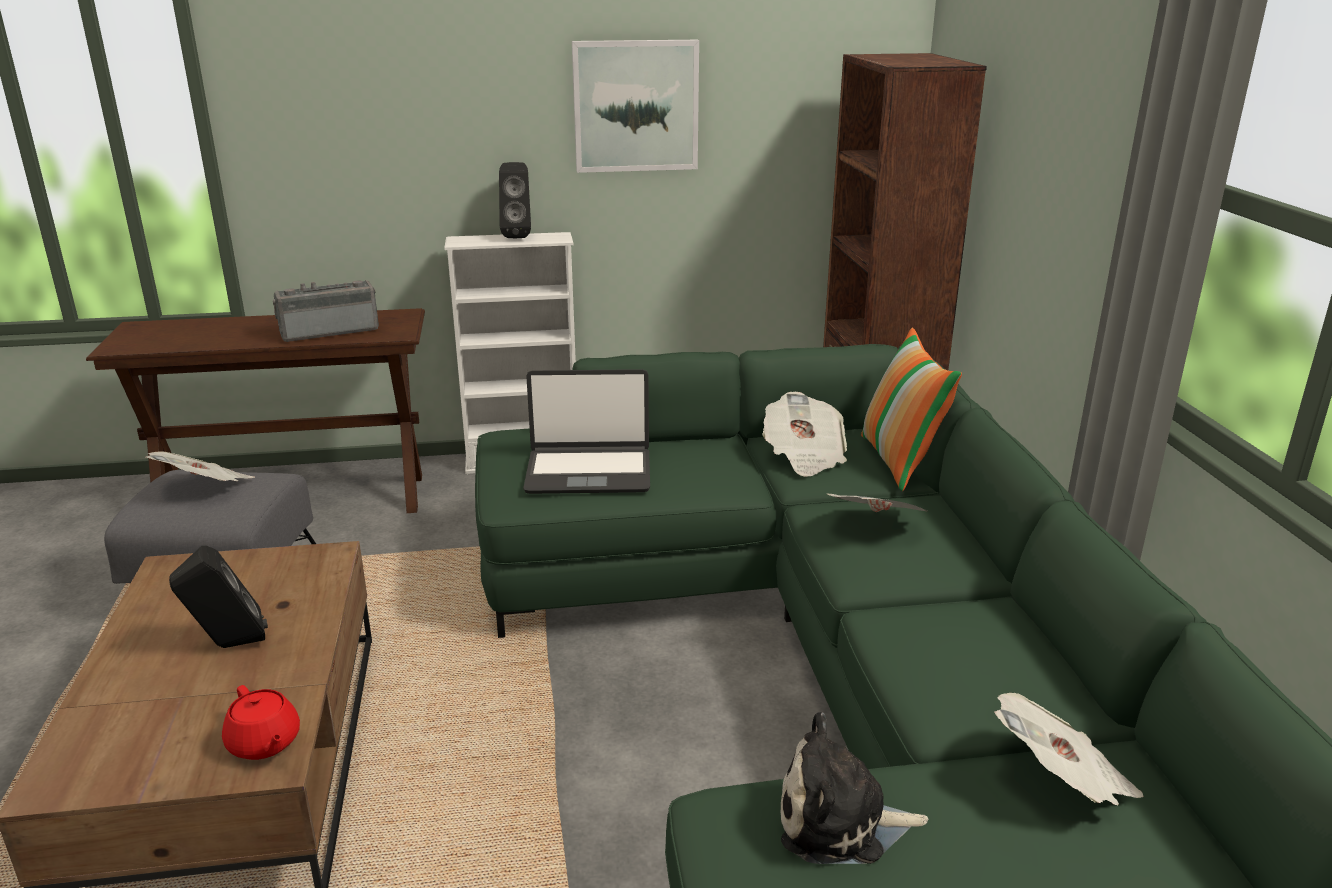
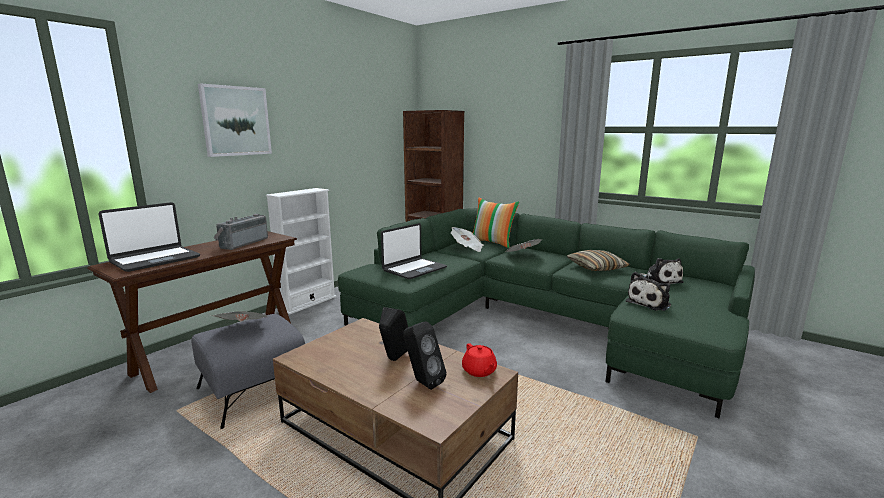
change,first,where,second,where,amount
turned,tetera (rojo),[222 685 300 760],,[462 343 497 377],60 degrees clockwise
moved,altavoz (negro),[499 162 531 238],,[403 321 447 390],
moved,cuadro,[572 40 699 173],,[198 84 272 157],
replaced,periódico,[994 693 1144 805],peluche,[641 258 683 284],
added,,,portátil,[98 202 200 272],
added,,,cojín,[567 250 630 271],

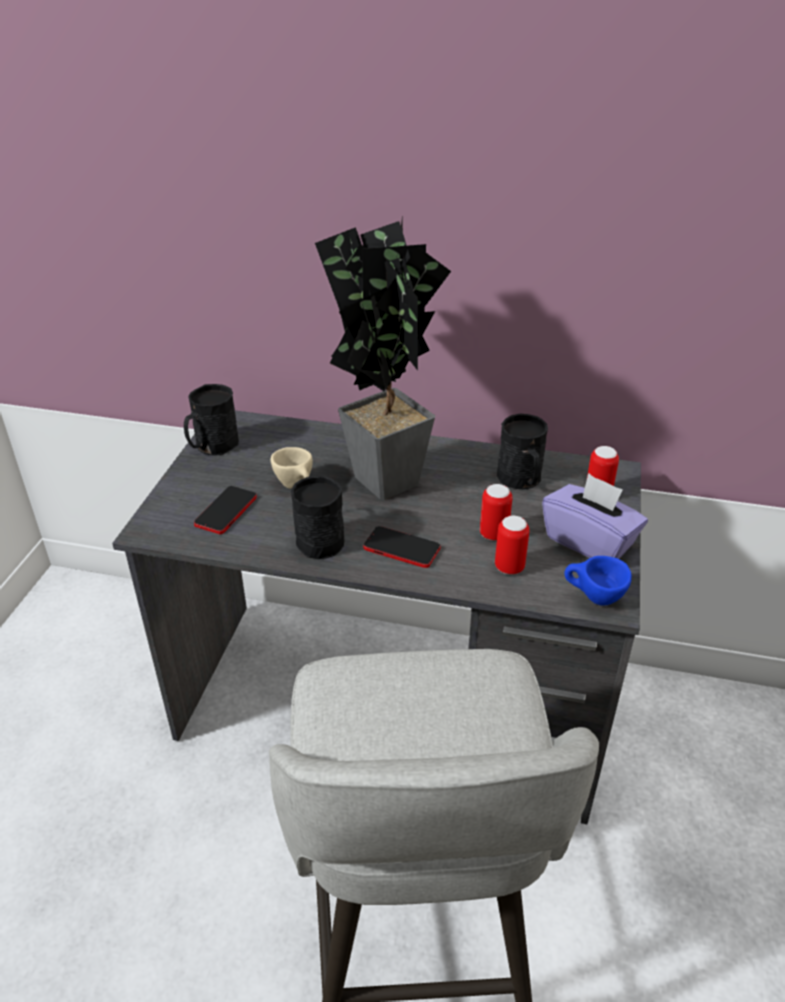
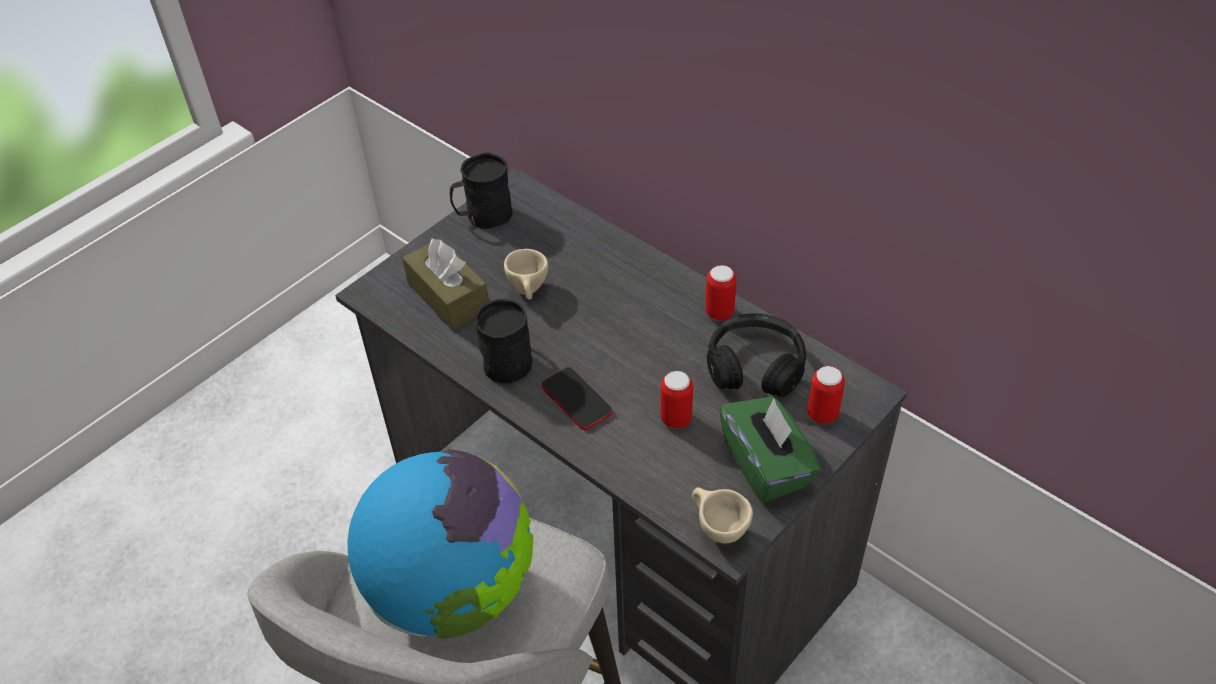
change,first,where,second,where,amount
replaced,móvil,[194 486 257 534],caja de pañuelos (marrón),[402 238 489 330],
removed,planta en maceta,[315 221 451 500],,,
moved,lata,[495 516 530 575],,[705 265 737 321],
replaced,taza grande (negro),[497 414 548 489],auriculares (negro),[707 313 806 397],
recoloured,caja de pañuelos (morado),[542 473 648 559],caja de pañuelos (verde),[719 396 821 503],
recoloured,taza (azul),[564 556 632 605],taza (beis),[692 487 753 544],
added,,,globo terráqueo,[347 449 533 639],

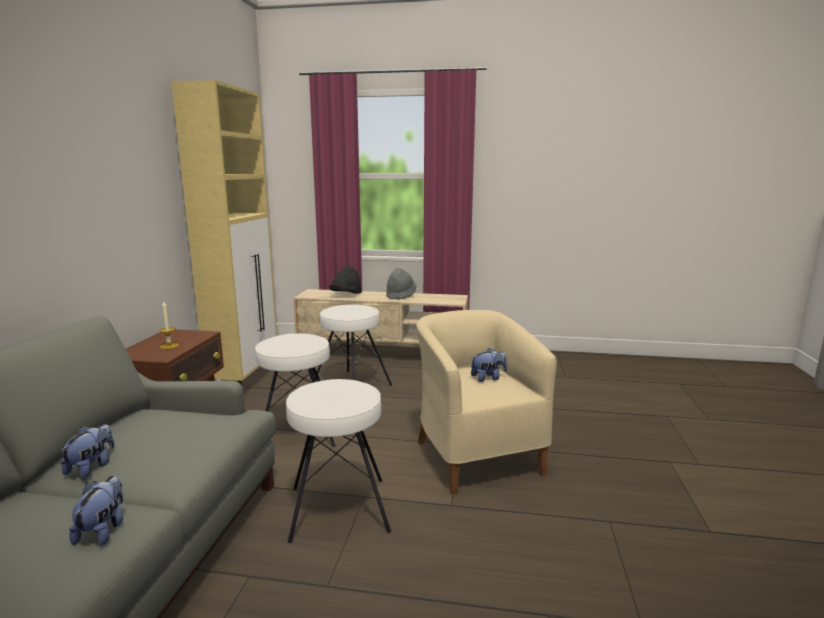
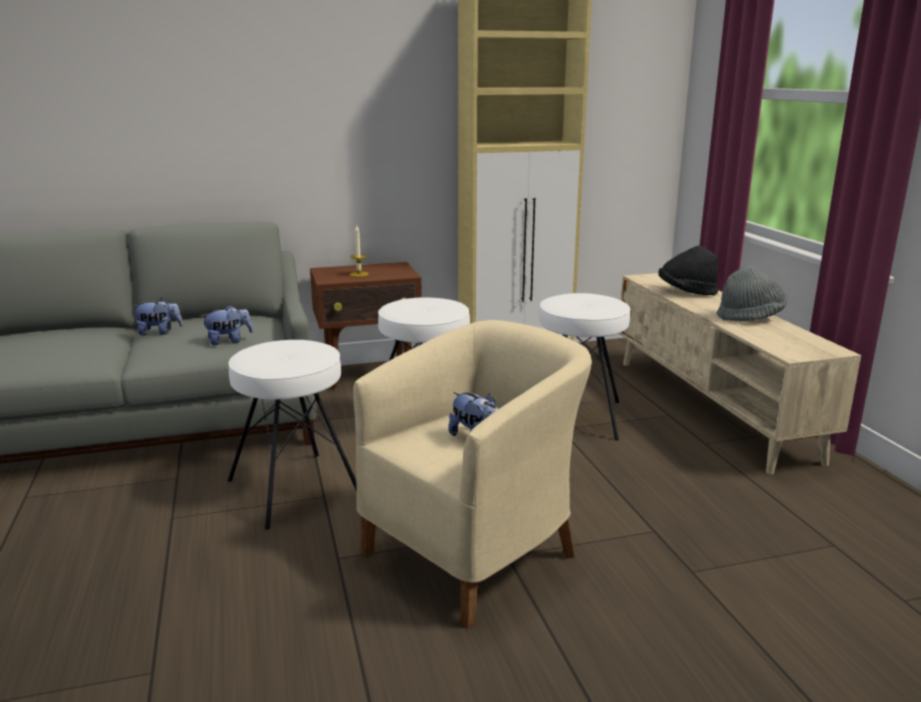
change,first,where,second,where,amount
moved,peluche,[69 476 123 545],,[201 305 253 345],

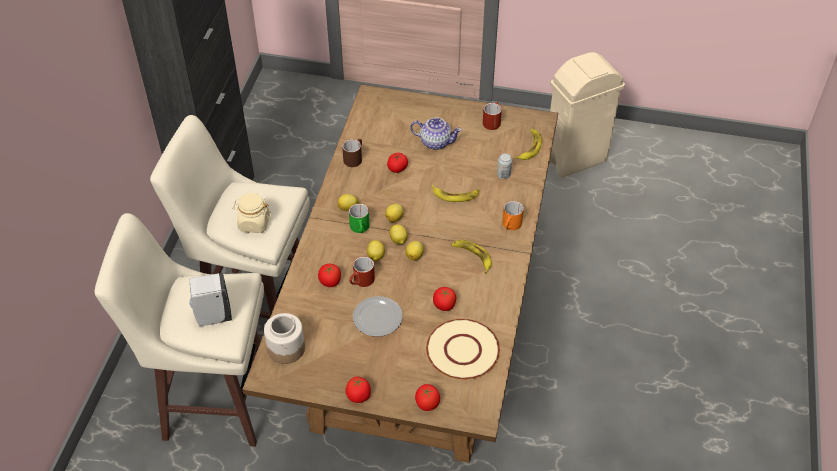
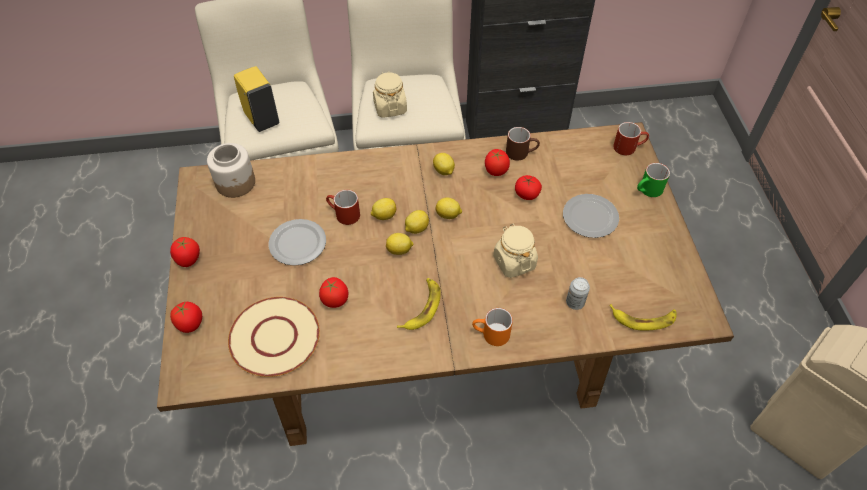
change,first,where,second,where,amount
recoloured,dispensador de jabón (blanco),[189 273 232 326],dispensador de jabón (amarillo),[234 66 279 132],
moved,tomate,[318 264 341 287],,[485 149 510 176],
moved,taza grande (verde),[349 204 369 233],,[637 163 670 197],
replaced,tetera,[410 118 462 150],plato,[563 194 619 238],
replaced,plátano,[432 185 480 202],tarro (beis),[493 224 538 278],
moved,taza grande (rojo),[483 102 502 130],,[613 122 649 155],

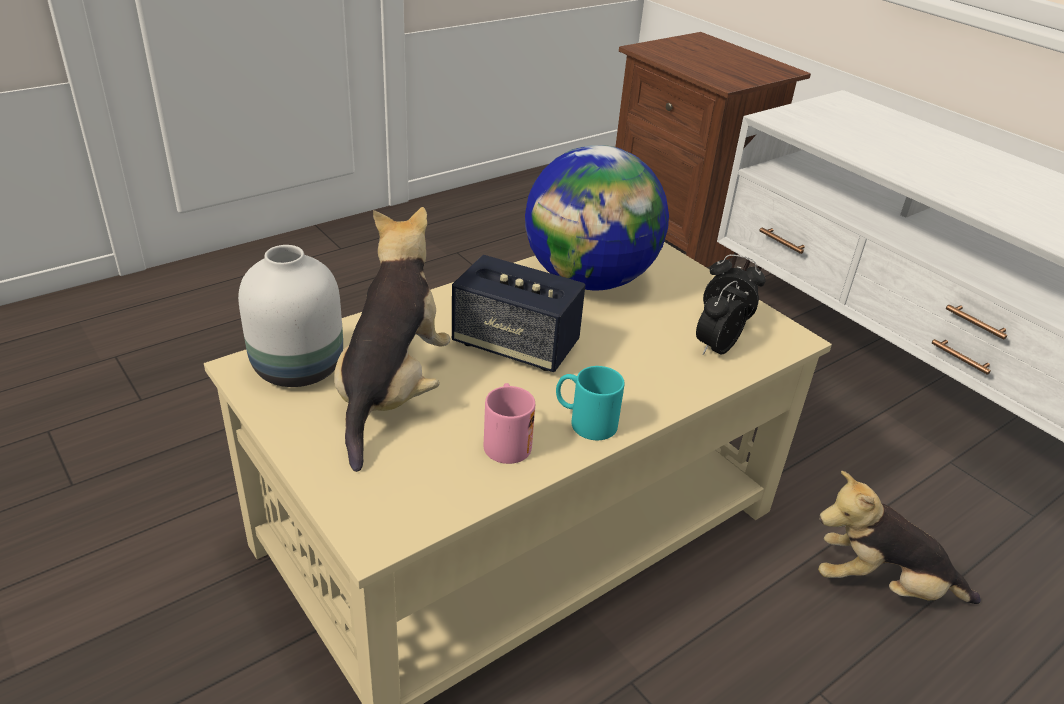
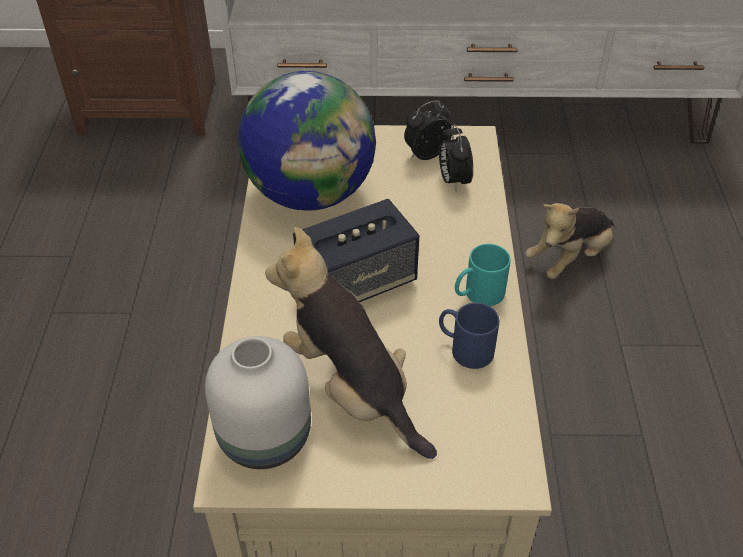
change,first,where,second,where,amount
recoloured,taza grande (rosa),[484 383 535 464],taza grande (azul),[439 303 499 369],

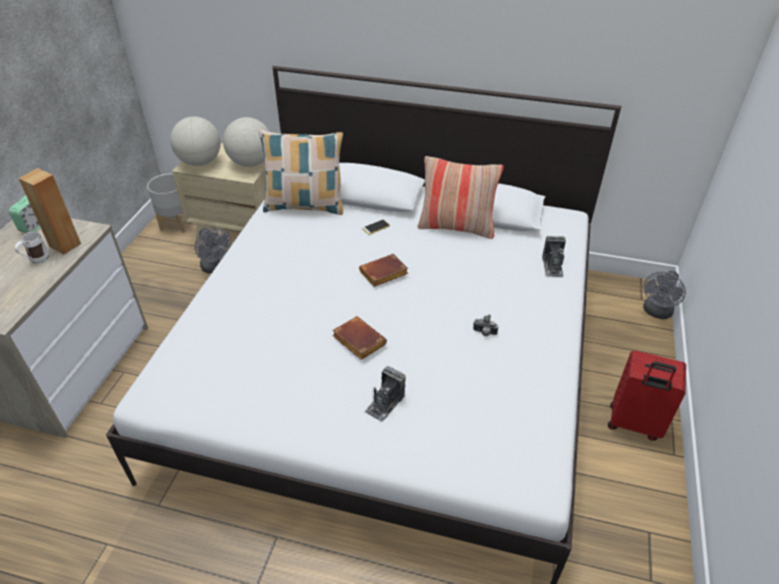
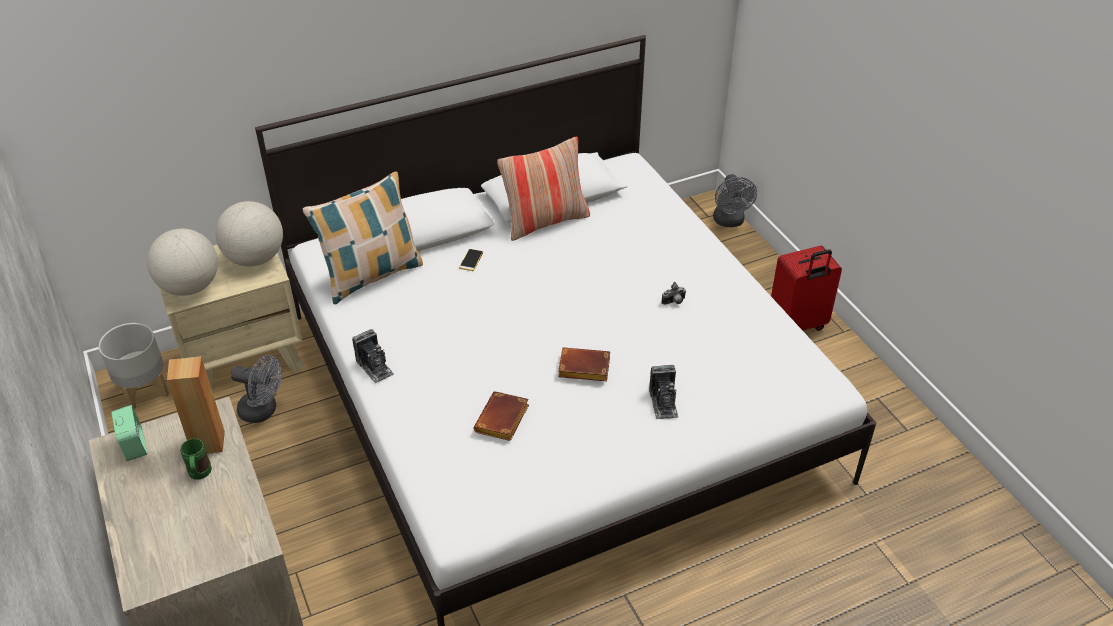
change,first,where,second,where,amount
recoloured,taza grande (blanco),[15 231 50 264],taza grande (verde),[180 438 212 480],
moved,libro (marrón),[359 254 408 287],,[473 391 529 441],
moved,cámara,[542 236 566 277],,[352 329 394 384],

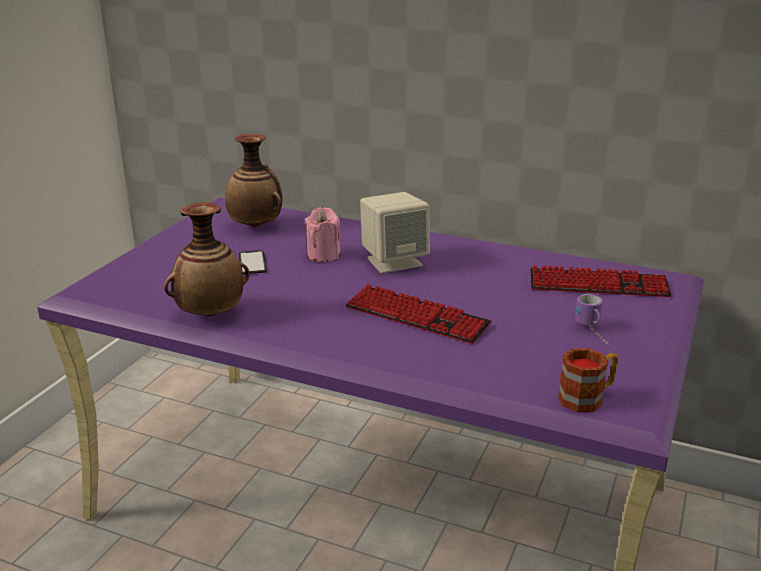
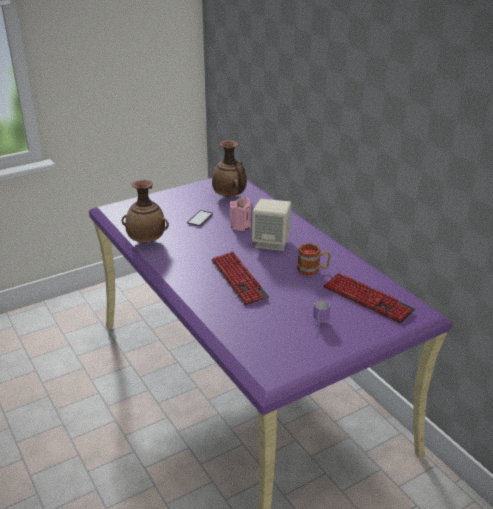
change,first,where,second,where,amount
moved,taza grande,[558 348 618 413],,[297 243 330 276],

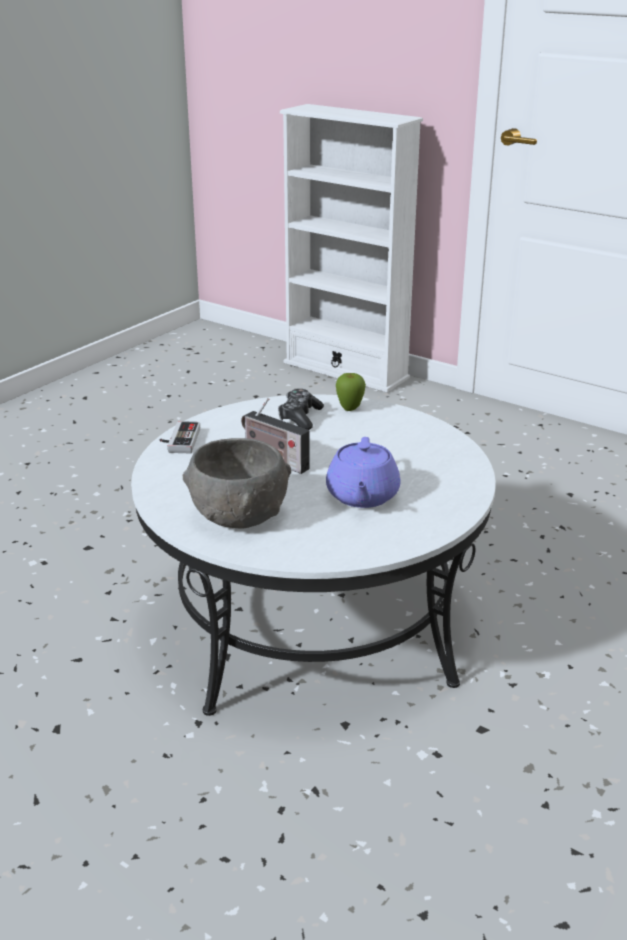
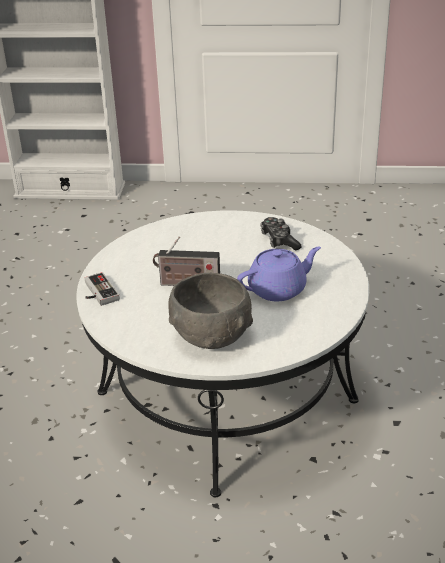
change,first,where,second,where,amount
moved,mando de consola,[278 389 324 430],,[260 217 302 250],
turned,tetera (morado),[326 437 401 508],,[237 247 321 302],90 degrees counterclockwise
removed,manzana,[336 373 366 411],,,

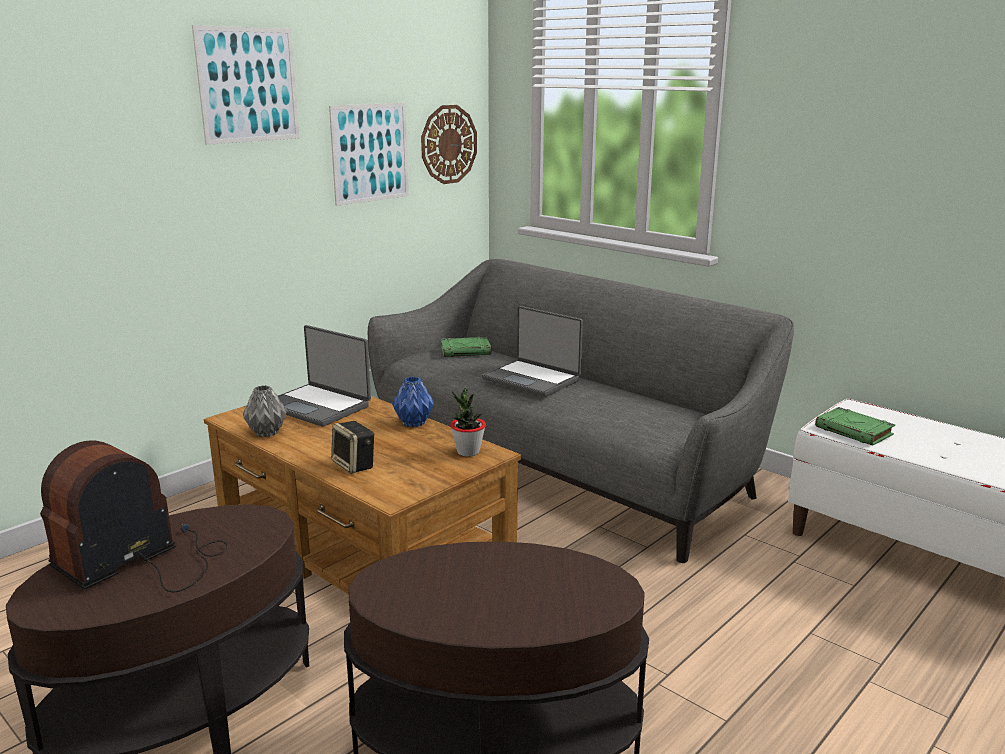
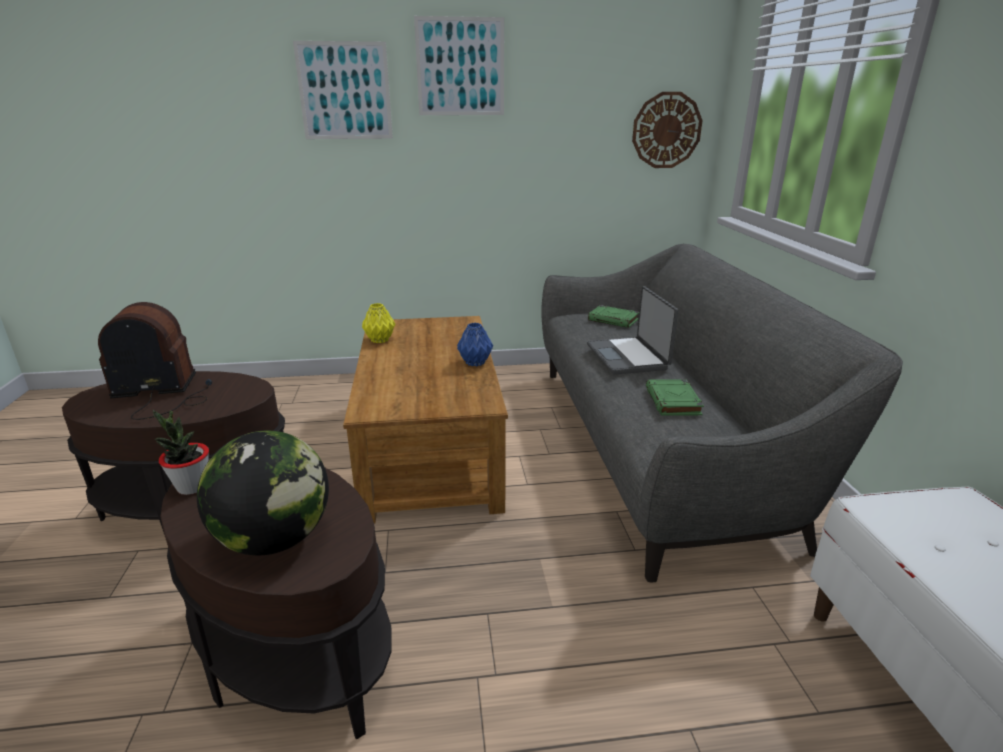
change,first,where,second,where,amount
recoloured,florero (gris),[243 385 287 437],florero (amarillo),[362 303 395 343],
removed,portátil,[278 325 371 427],,,
moved,cuadro,[329 103 409 206],,[293 41 393 139],
removed,altavoz,[331 421 375 474],,,
moved,planta en maceta,[450 388 486 457],,[153 410 209 495],
moved,libro (verde),[815 407 895 446],,[646 380 704 415],
added,,,globo terráqueo,[197 431 329 555],

